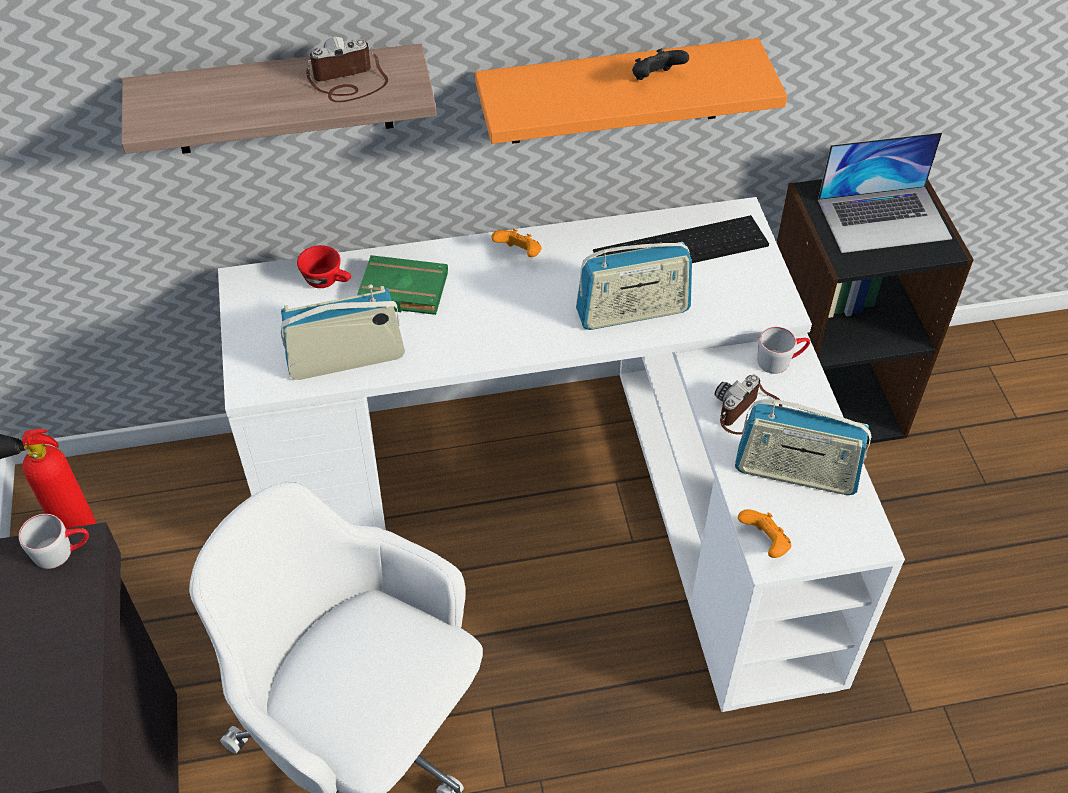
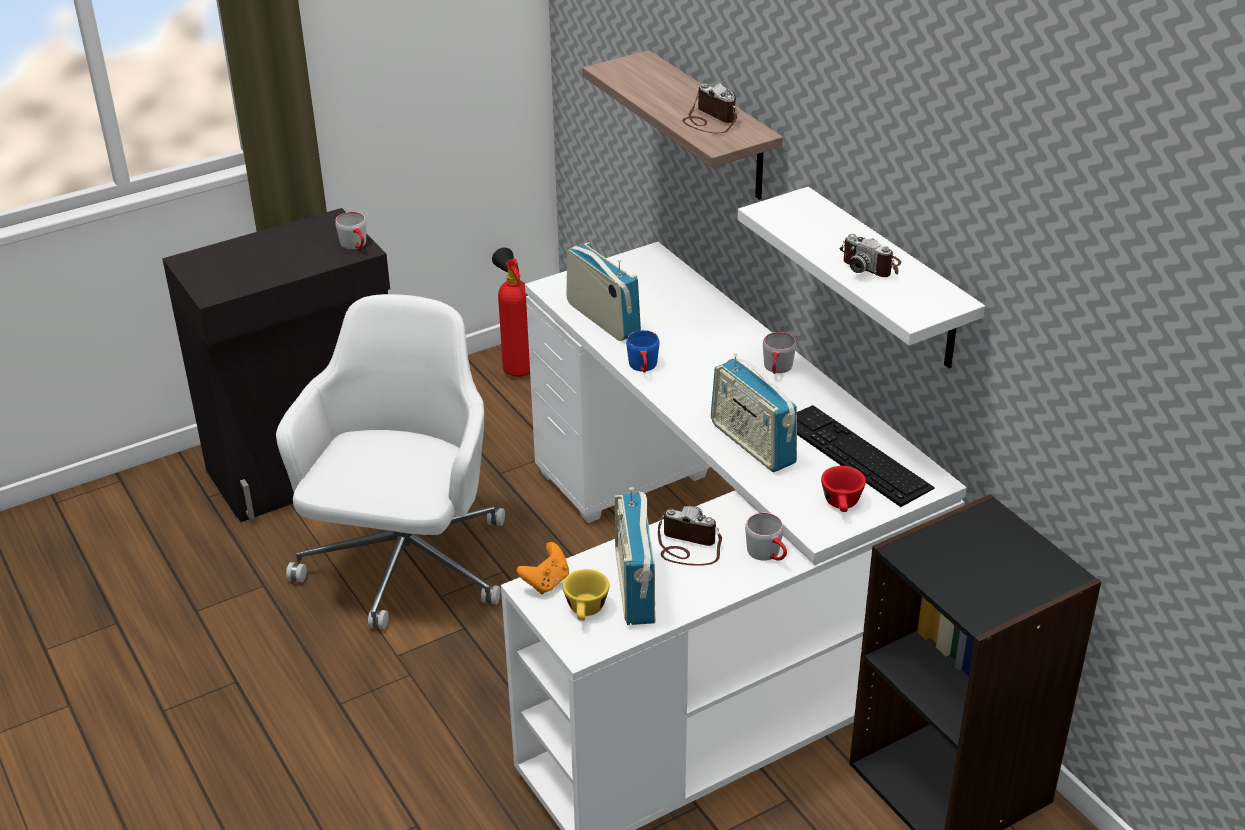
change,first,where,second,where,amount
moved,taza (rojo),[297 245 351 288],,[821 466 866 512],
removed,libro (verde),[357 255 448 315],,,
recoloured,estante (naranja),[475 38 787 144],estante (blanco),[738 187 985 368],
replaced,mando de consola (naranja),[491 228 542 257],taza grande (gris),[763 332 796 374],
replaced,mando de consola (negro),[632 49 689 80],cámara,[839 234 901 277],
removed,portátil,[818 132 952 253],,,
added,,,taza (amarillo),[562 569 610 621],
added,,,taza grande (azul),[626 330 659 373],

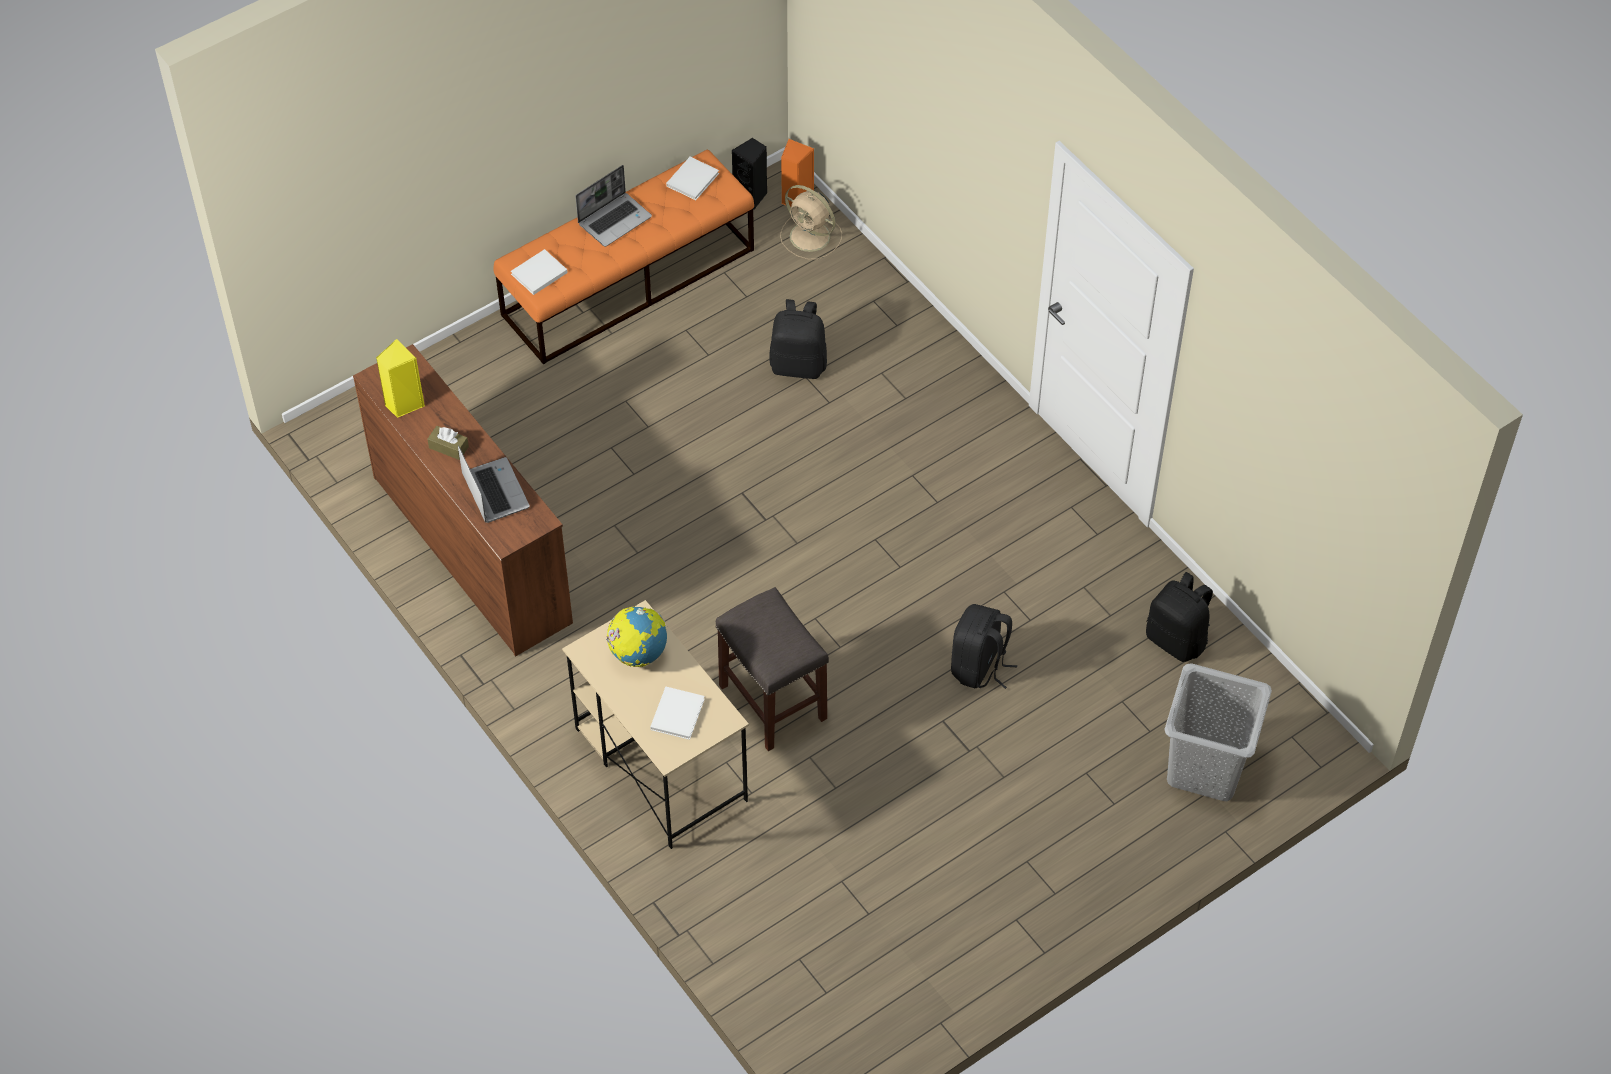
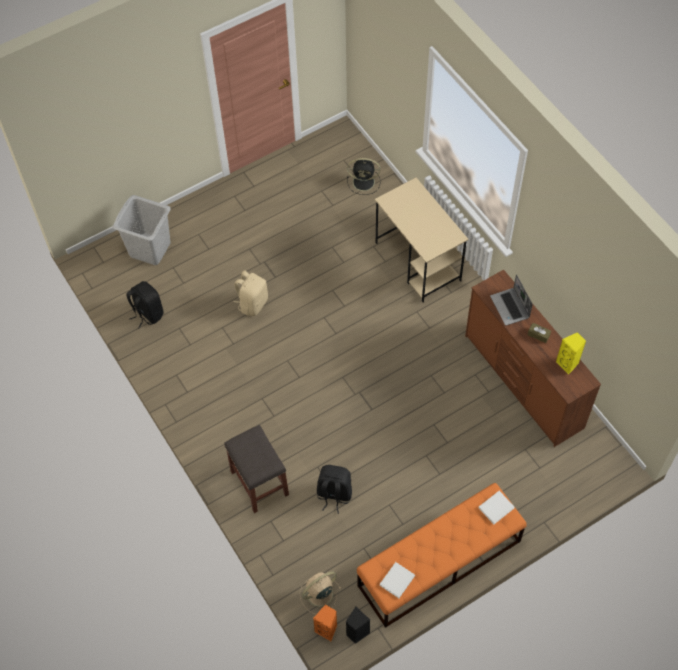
change,first,where,second,where,amount
removed,portátil,[576 165 652 247],,,
removed,globo terráqueo,[606 606 667 667],,,
removed,libro (blanco),[650 687 705 740],,,
moved,taburete (gris),[716 587 829 751],,[224 425 289 513],
turned,ventilador (beis),[780 185 842 260],,[300 572 341 614],75 degrees counterclockwise
recoloured,mochila (negro),[951 604 1017 689],mochila (beis),[234 270 268 316],
added,,,ventilador (negro),[347 158 380 195],

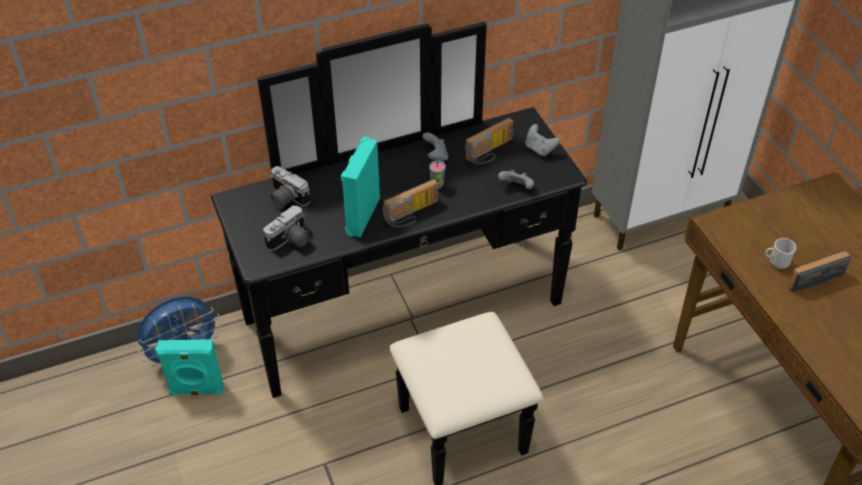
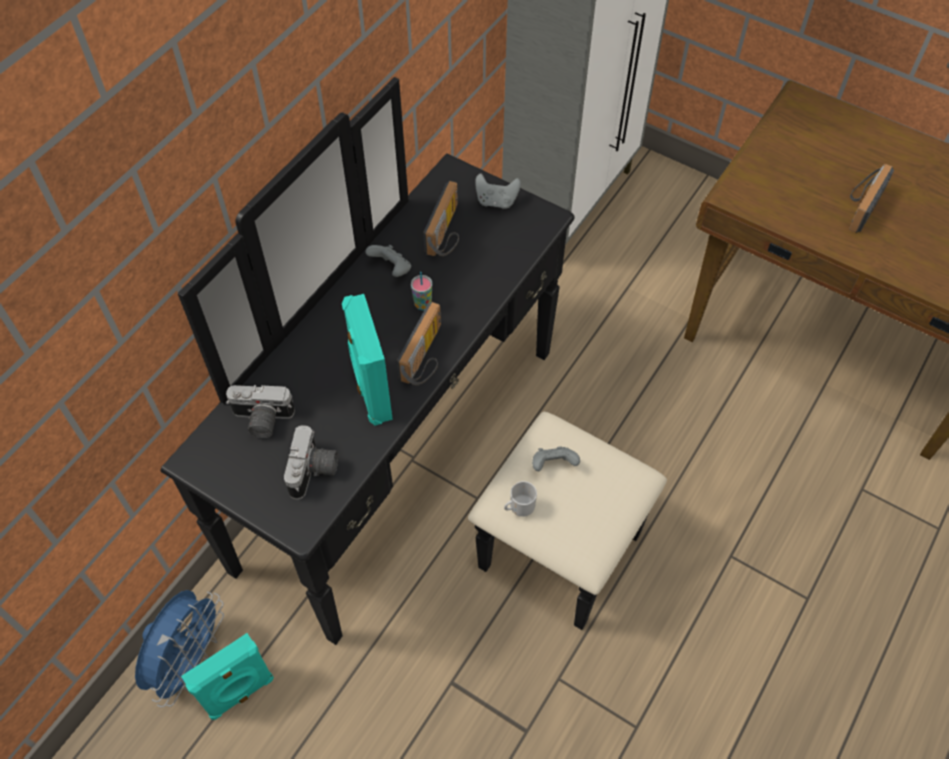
change,first,where,second,where,amount
moved,mando de consola (gris),[498 170 534 189],,[532 446 580 471],
moved,taza grande,[765 238 796 269],,[504 481 537 517],

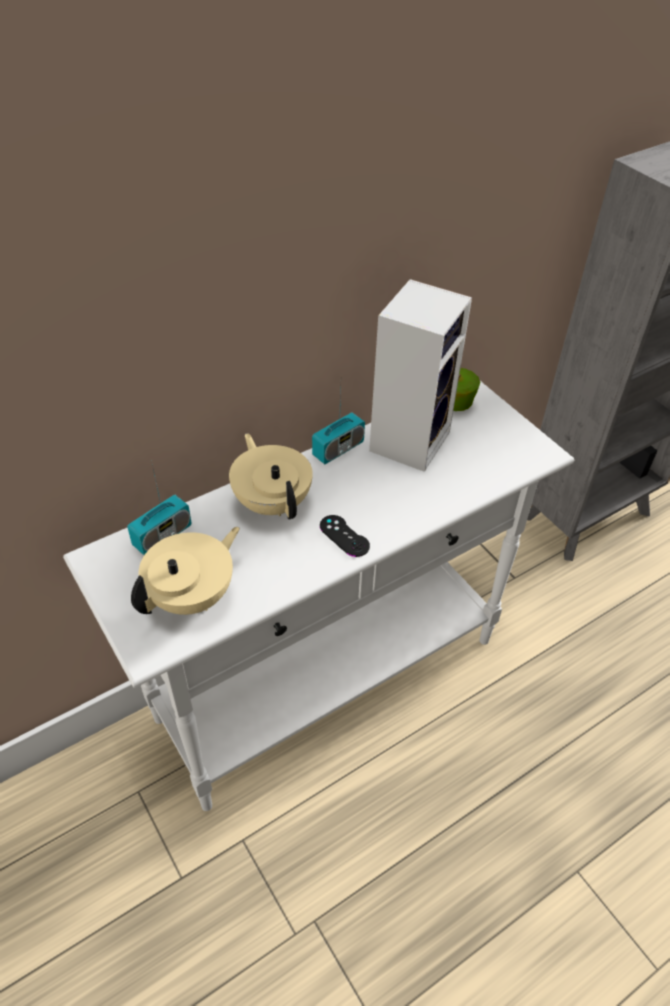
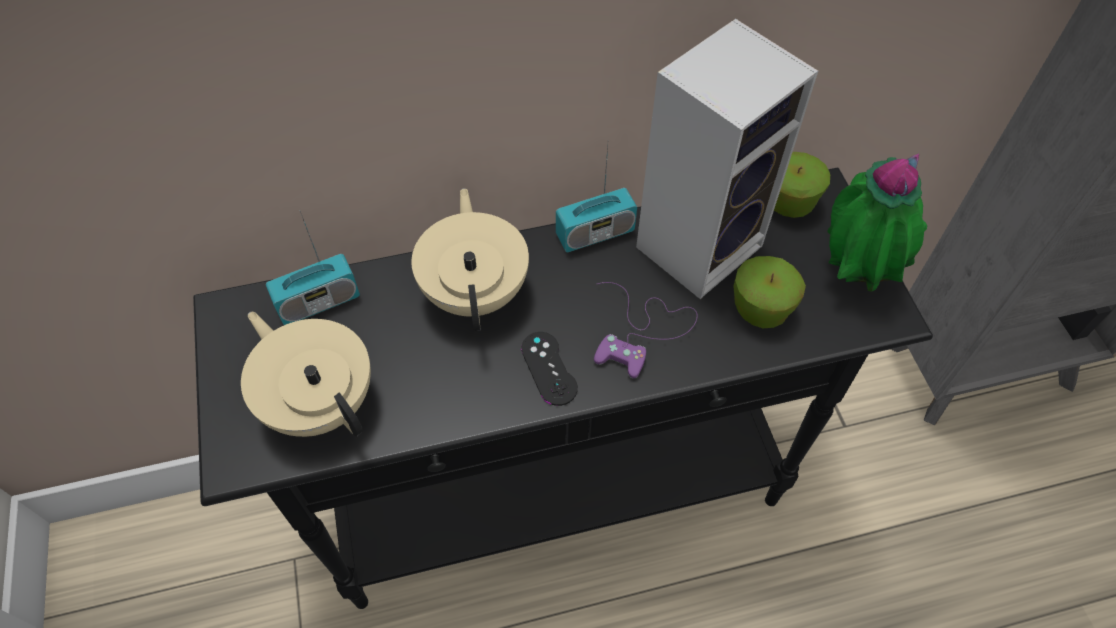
change,first,where,second,where,amount
recoloured,mesa consola (blanco),[63 381 574 811],mesa consola (negro),[193 168 933 609],
turned,tetera (beis),[131 527 240 615],,[241 312 371 437],105 degrees counterclockwise
added,,,mando de consola (morado),[594 282 698 378],
added,,,manzana,[733 256 806 328],
added,,,planta en maceta,[827 154 927 292],

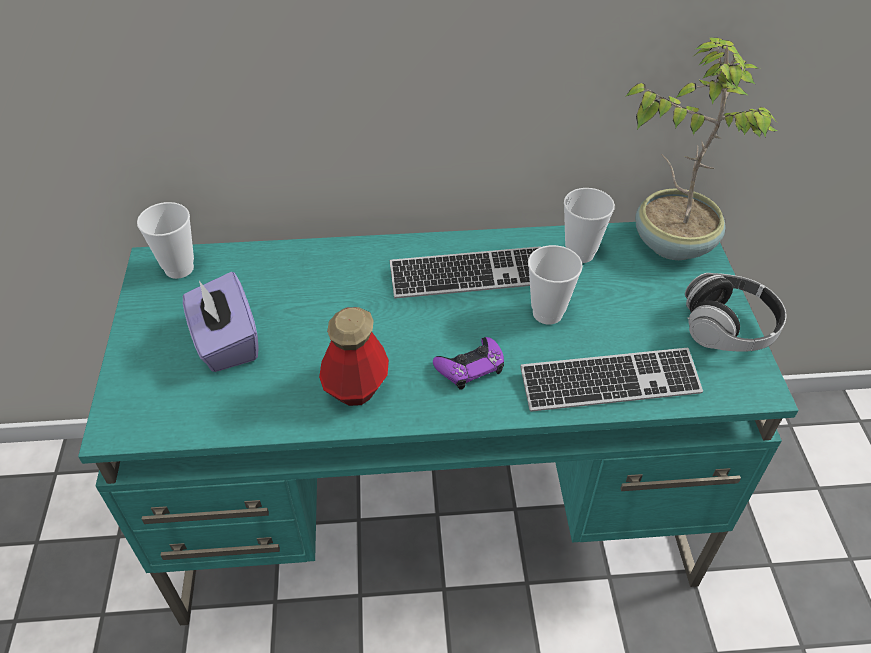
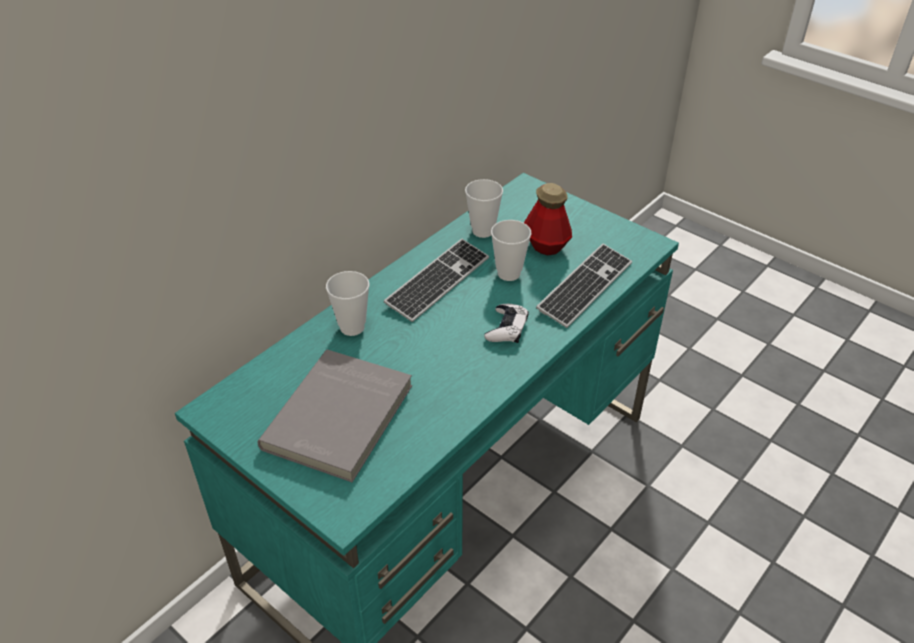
change,first,where,second,where,amount
moved,taza,[137 202 194 279],,[326 271 369 336],
replaced,caja de pañuelos (morado),[183 272 259 372],libro (gris),[257 349 412 482],
moved,botella,[319 307 389 406],,[524 183 572 256],
recoloured,mando de consola (morado),[433 337 504 390],mando de consola (blanco),[484 304 529 343],
removed,planta en maceta,[625 37 777 260],,,
removed,auriculares,[685 273 786 352],,,

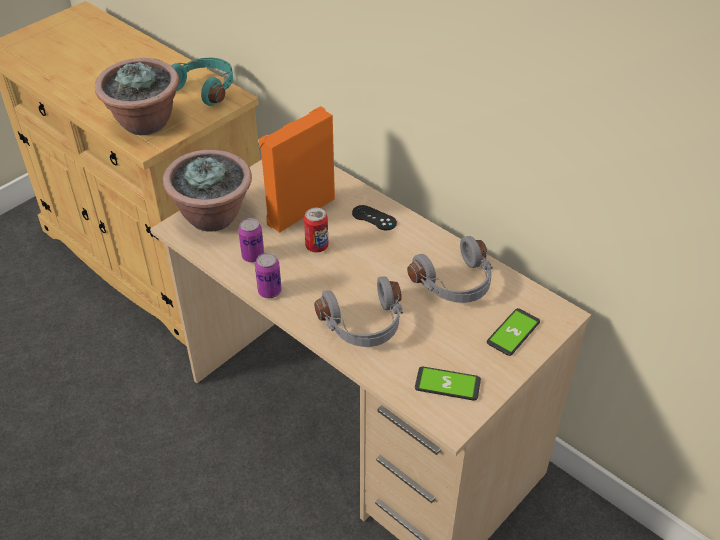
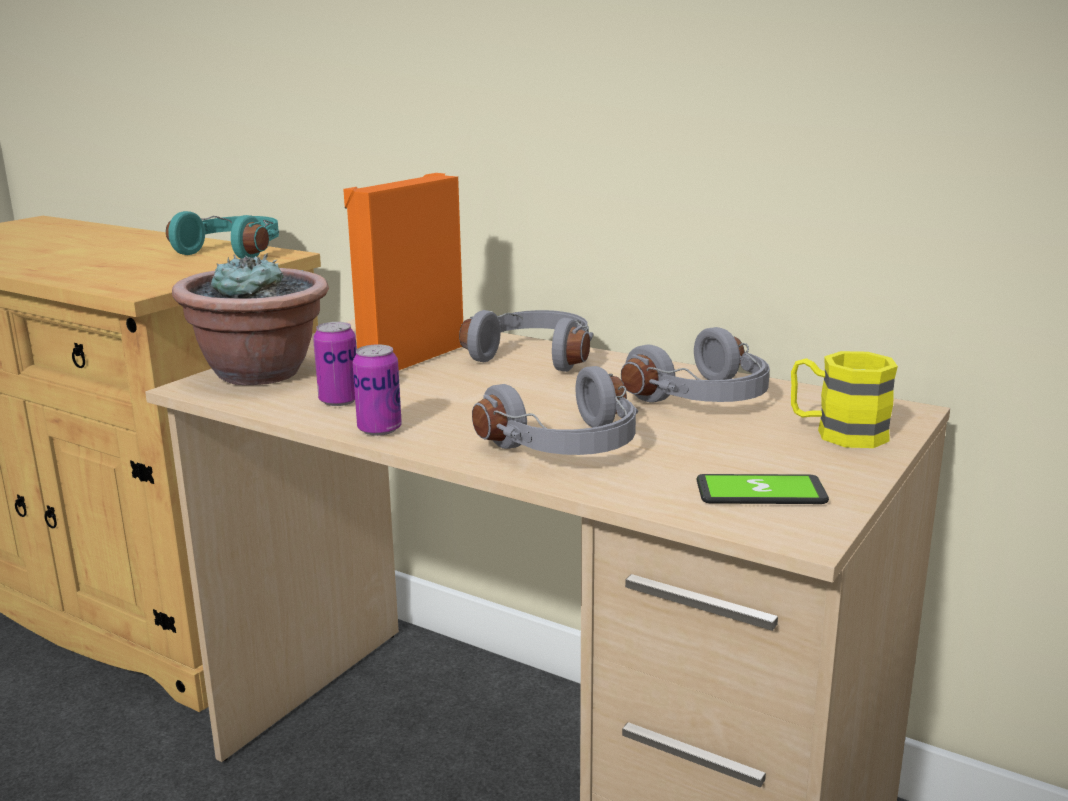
change,first,where,second,where,amount
removed,planta en maceta,[95 58 179 135],,,
removed,lata,[304 208 329 252],,,
replaced,mando de consola (negro),[352 205 397 230],auriculares (gris),[459 310 593 372],
replaced,móvil,[487 308 540 356],taza grande (amarillo),[791 351 898 448],

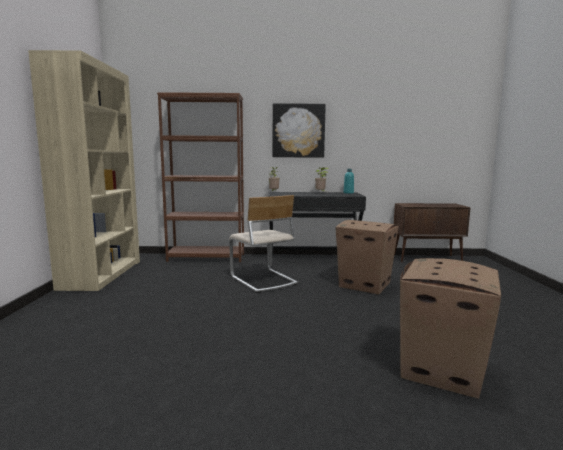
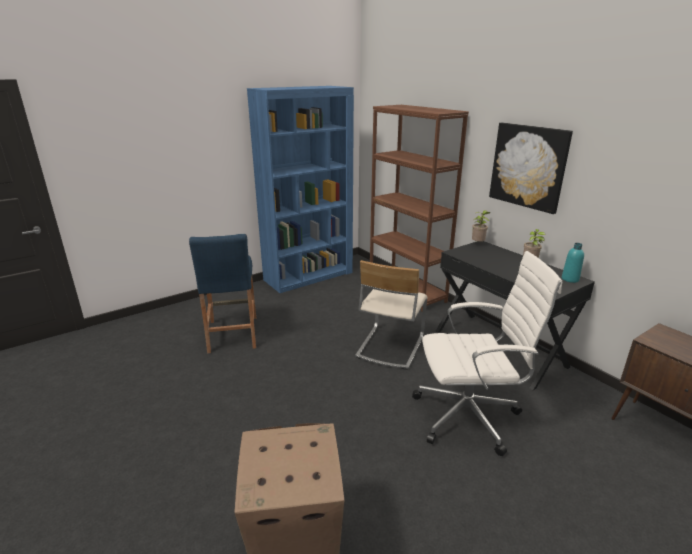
change,first,where,second,where,amount
recoloured,estantería (beis),[28 50 140 291],estantería (azul),[247 86 354 293],
replaced,caja de cartón,[336 220 399 295],silla de oficina (blanco),[412 251 562 456],
added,,,taburete (azul),[189 234 256 354],

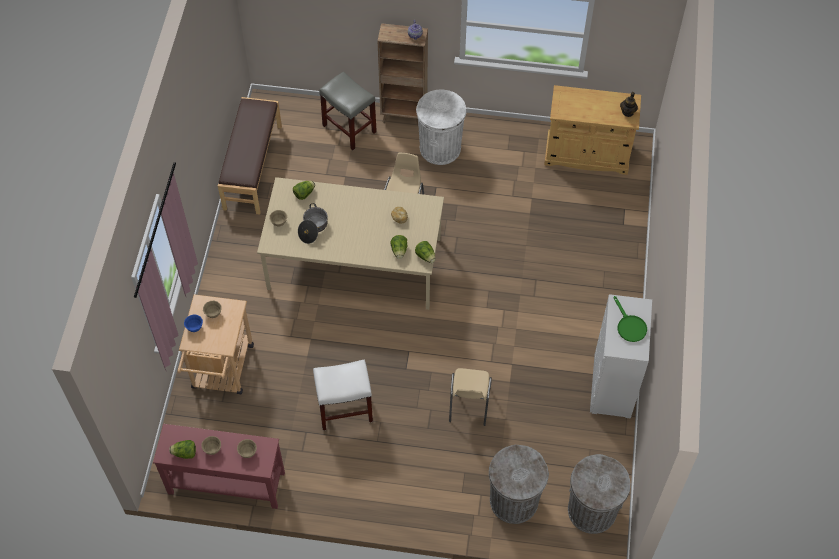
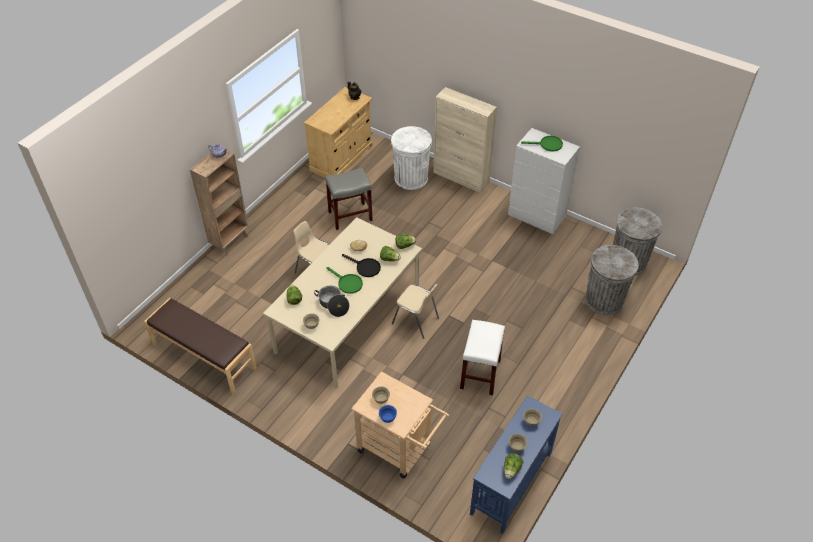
change,first,where,second,where,amount
recoloured,mesa consola (rojo),[153 424 285 509],mesa consola (azul),[470 396 562 534],
moved,taburete (gris),[319 72 377 150],,[325 167 373 230],
moved,papelera (blanco),[416 90 466 165],,[391 126 432 190],
moved,silla (beis),[449 368 492 426],,[392 284 439 339],
added,,,sartén (verde),[327 267 363 294],
added,,,sartén (negro),[342 254 381 277],
added,,,armario (beis),[433 87 497 193],

